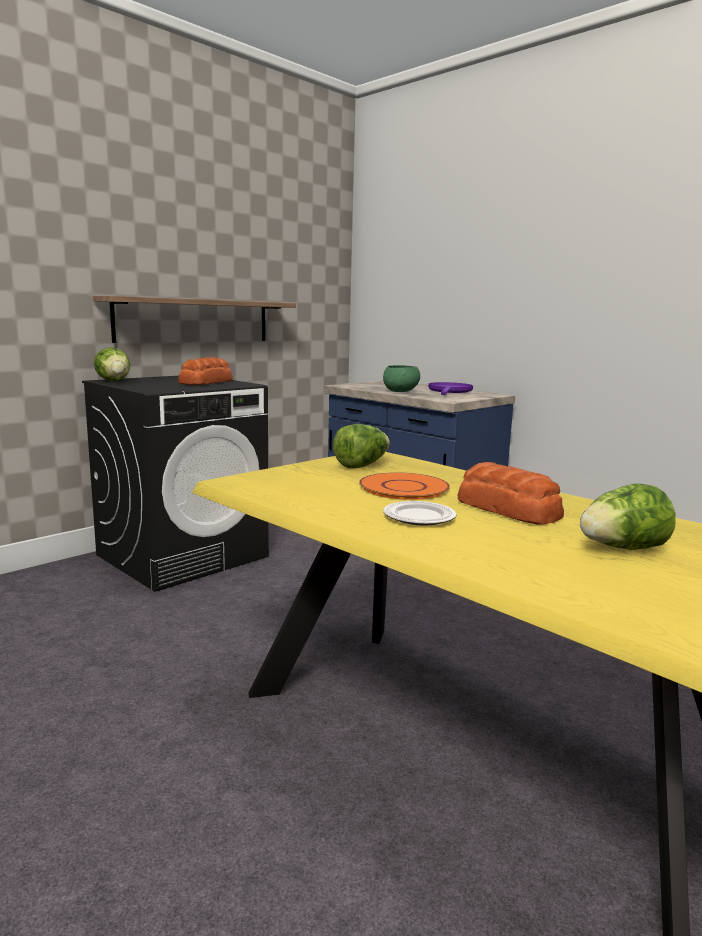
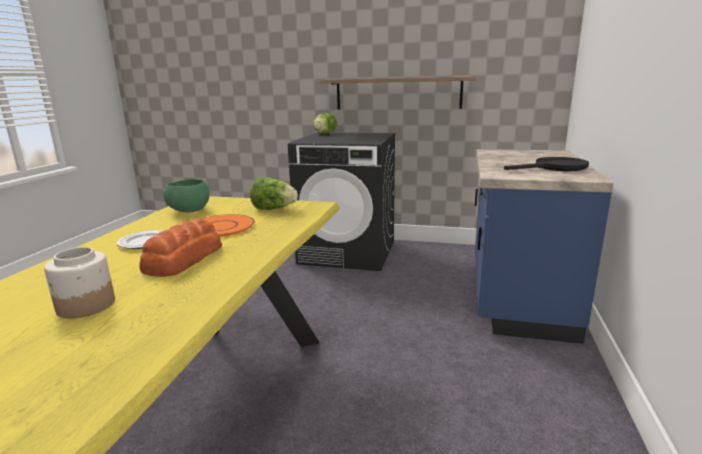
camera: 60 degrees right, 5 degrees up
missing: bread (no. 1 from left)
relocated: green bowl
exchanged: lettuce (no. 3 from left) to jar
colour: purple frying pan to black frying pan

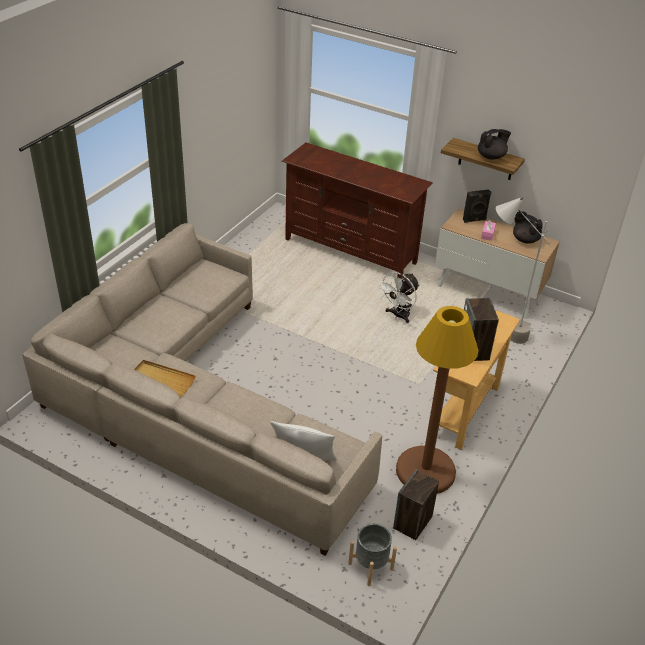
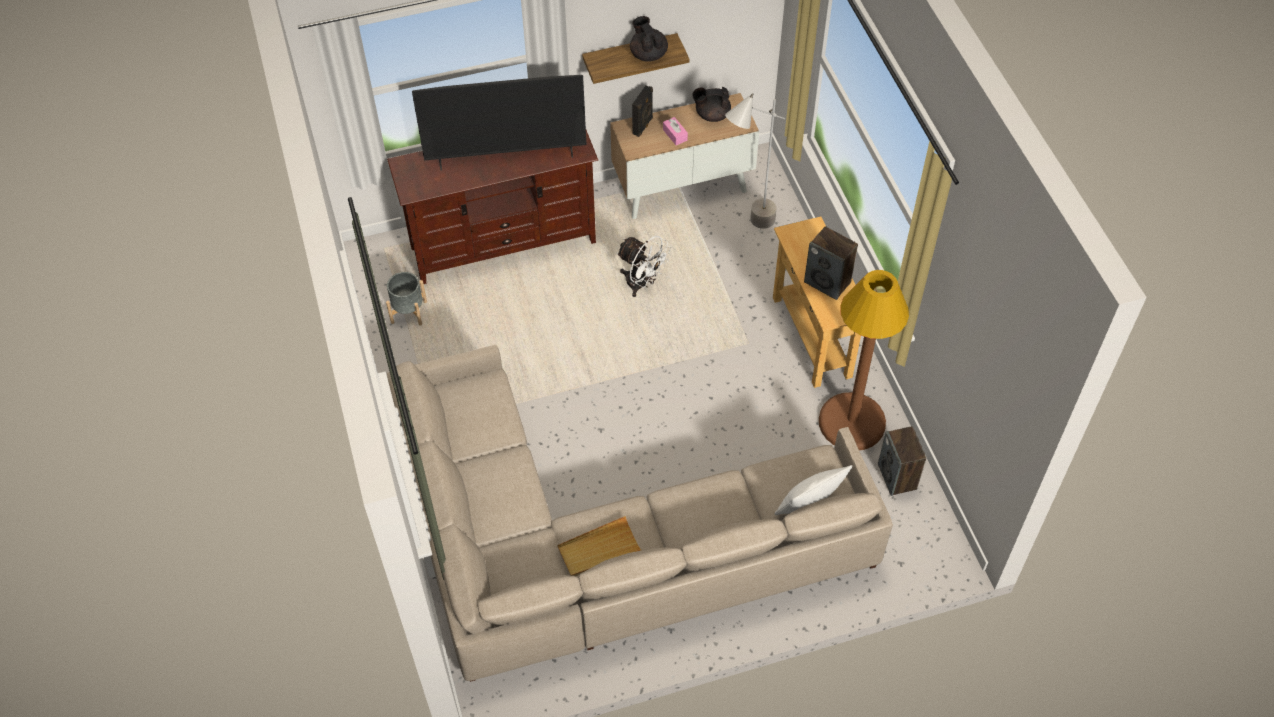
camera: 45 degrees left, 15 degrees up
appeared: television
relocated: grey planter
spun: white fan 45 degrees counterclockwise; black teapot (no. 1 from left) 45 degrees counterclockwise

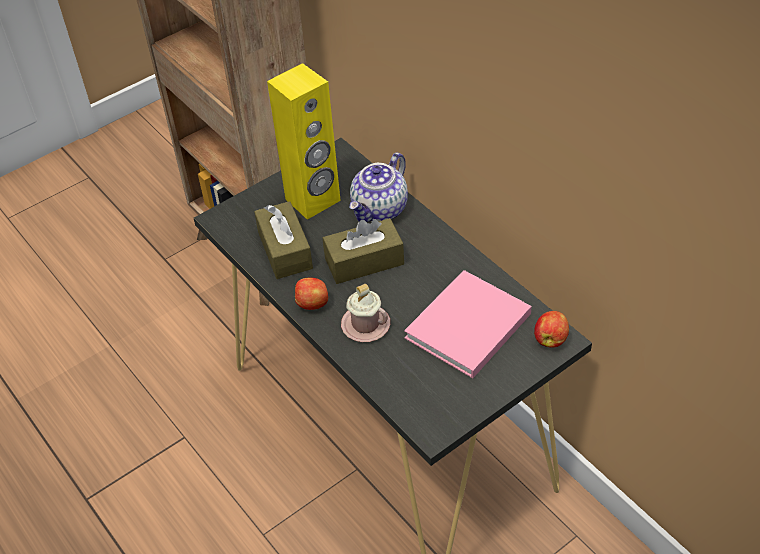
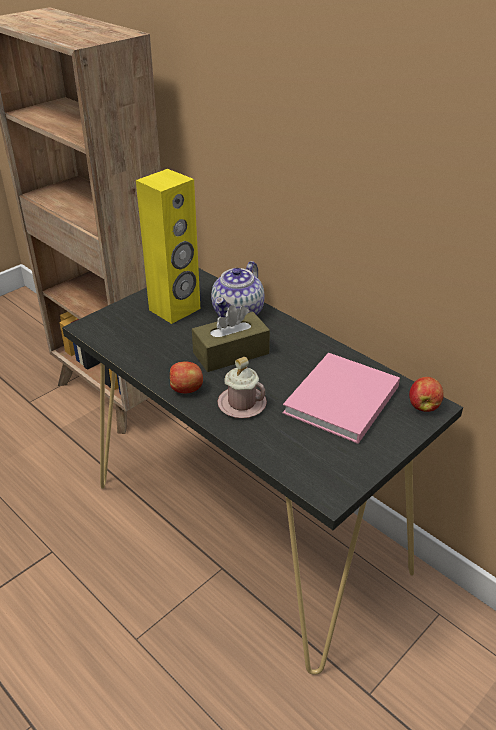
camera: 10 degrees left, 10 degrees down
missing: brown tissue box (no. 1 from left)

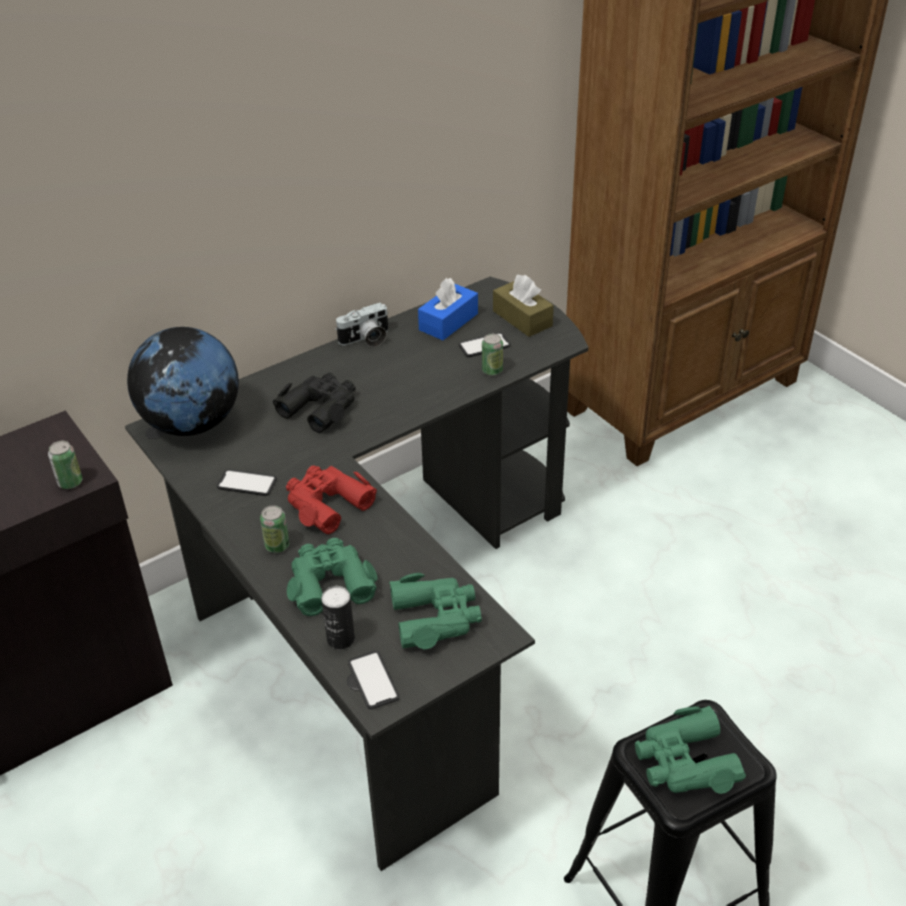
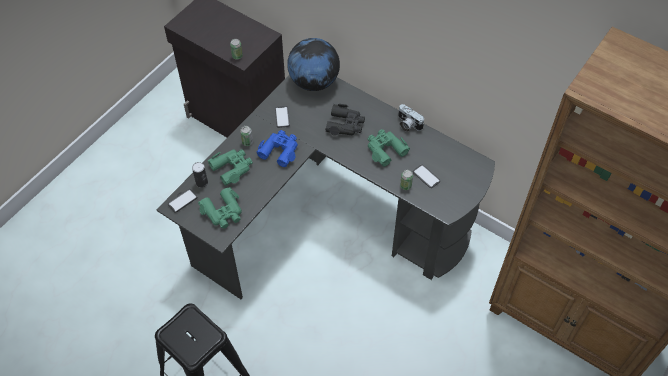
camera: 70 degrees right, 15 degrees up
missing: blue tissue box; brown tissue box
relocated: green binoculars (no. 3 from left)
colour: red binoculars to blue binoculars

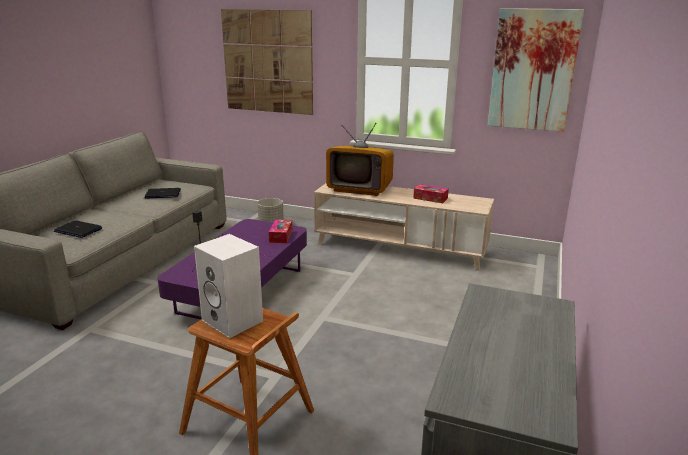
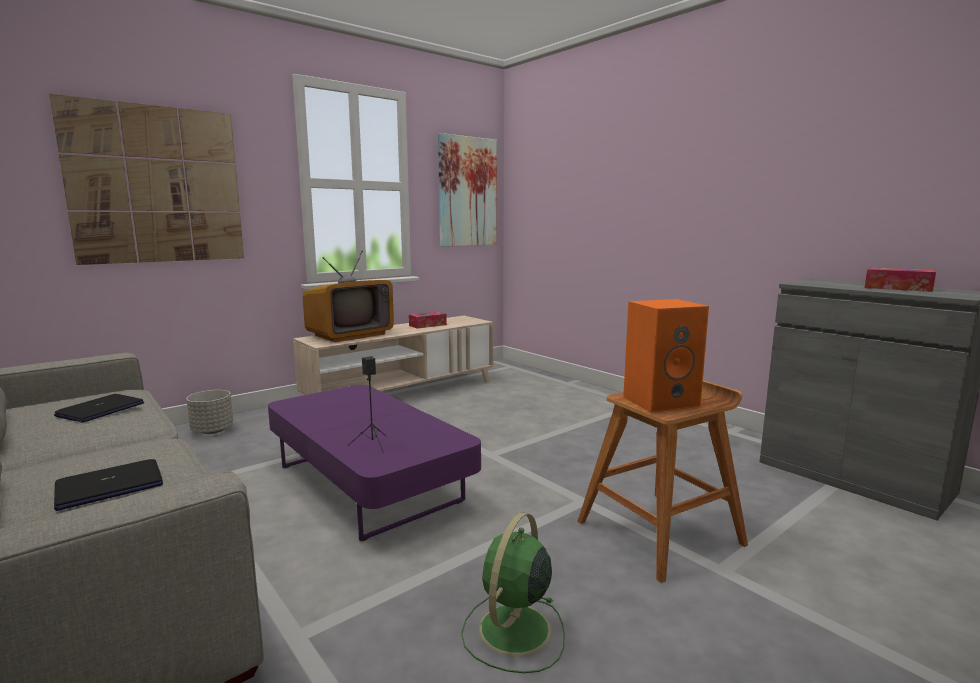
camera: 60 degrees left, 10 degrees down
appeared: green fan
relocated: tissue box (no. 1 from left in the first image) to tissue box (no. 2 from left)
colour: white speaker to orange speaker

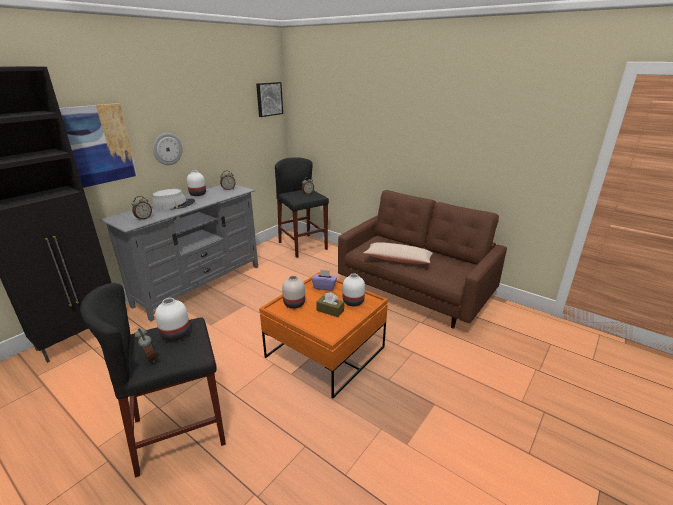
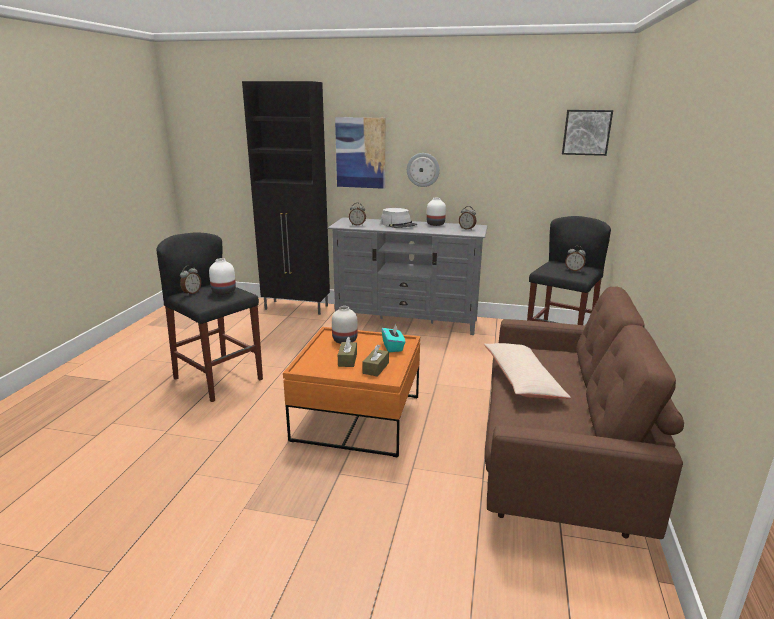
camera: 65 degrees right, 5 degrees down
exchanged: white vase (no. 4 from left) to brown tissue box (no. 2 from left)
colour: purple tissue box to turquoise tissue box

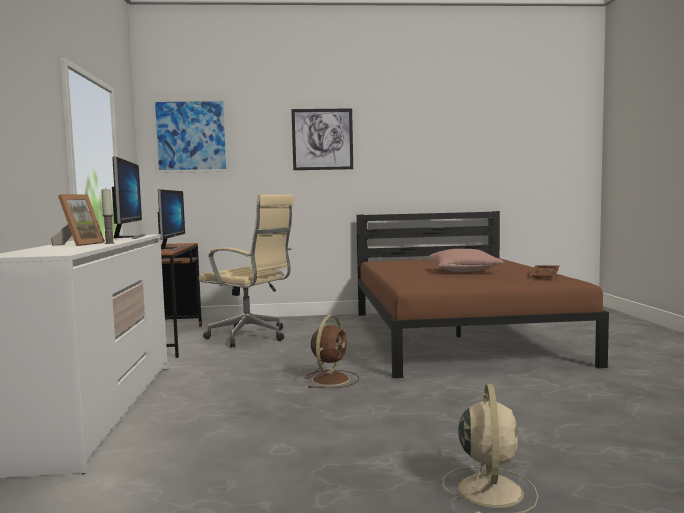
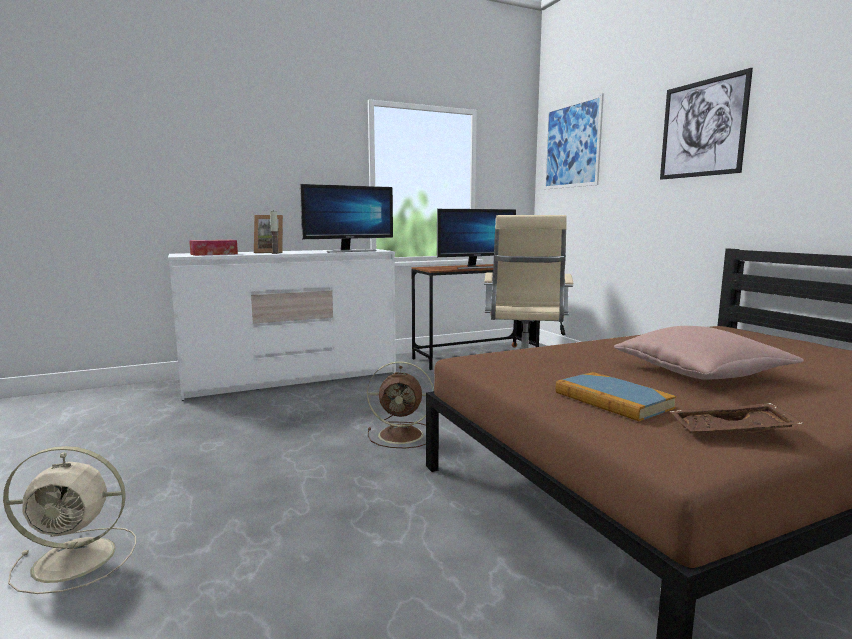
camera: 70 degrees right, 5 degrees up
appeared: tissue box; book

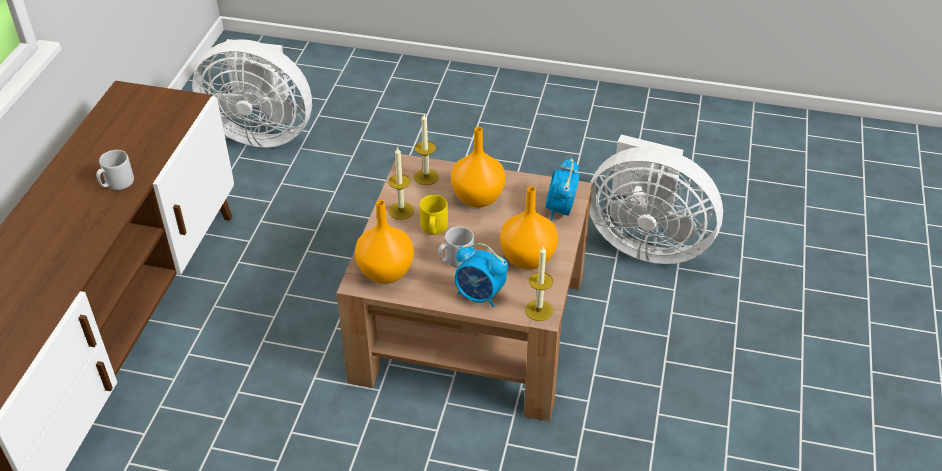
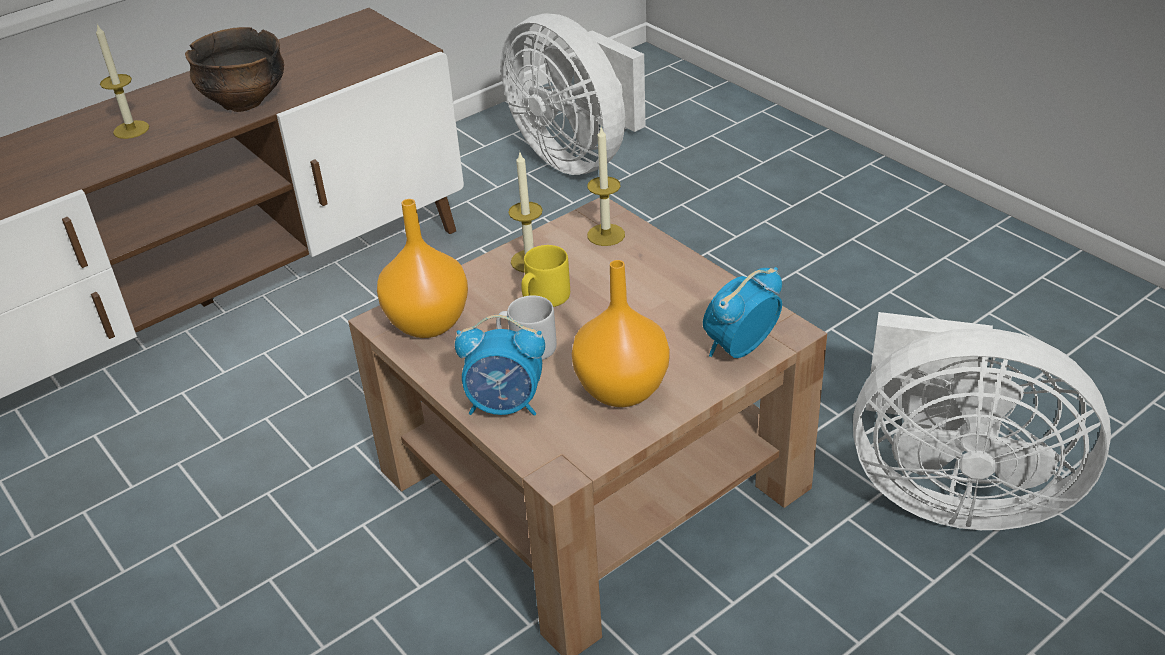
camera: 40 degrees right, 5 degrees down
missing: orange vase (no. 2 from left)
relocated: candle (no. 3 from left in the first image) to candle (no. 1 from left)
exchanged: grey mug (no. 1 from left) to bowl
spun: alarm clock (no. 1 from left) 60 degrees counterclockwise; white fan (no. 2 from left) 45 degrees counterclockwise

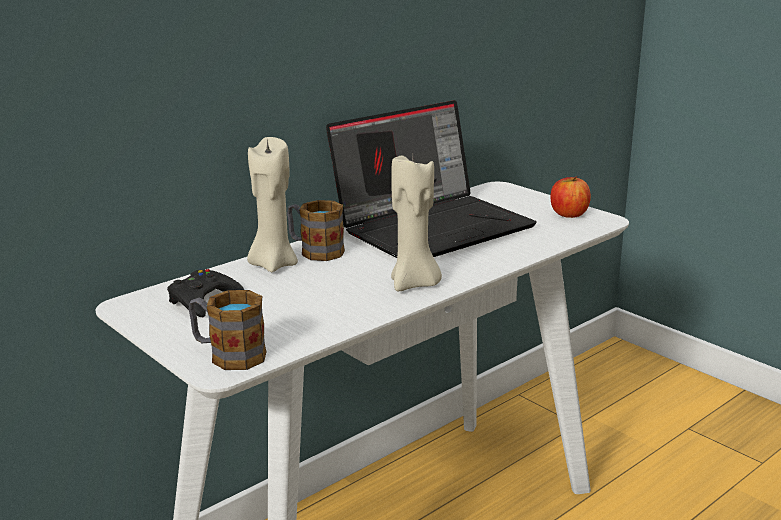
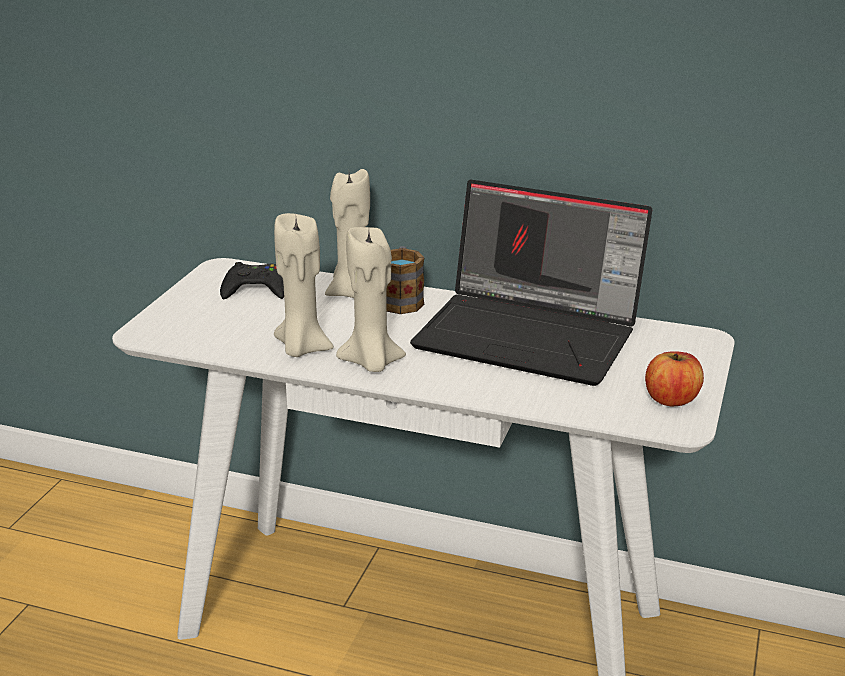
camera: 60 degrees right, 5 degrees up
missing: mug (no. 1 from left)
appeared: beige candle (no. 1 from left)

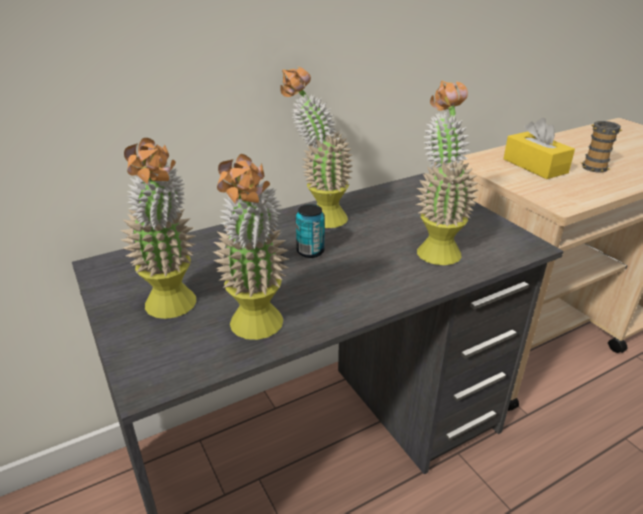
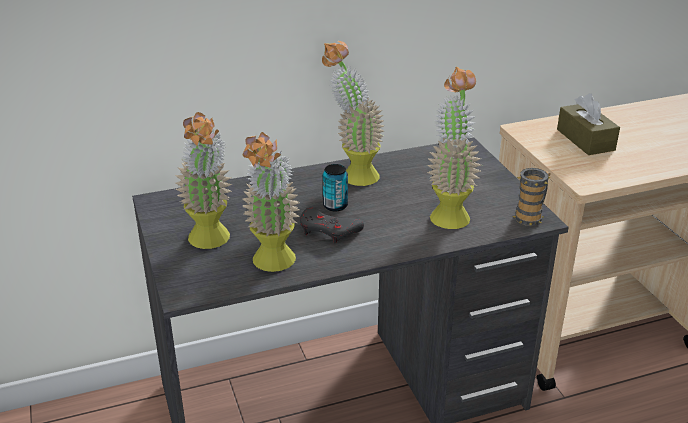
camera: 10 degrees right, 0 degrees up
appeared: grey game controller
relocated: mug
colour: yellow tissue box to brown tissue box

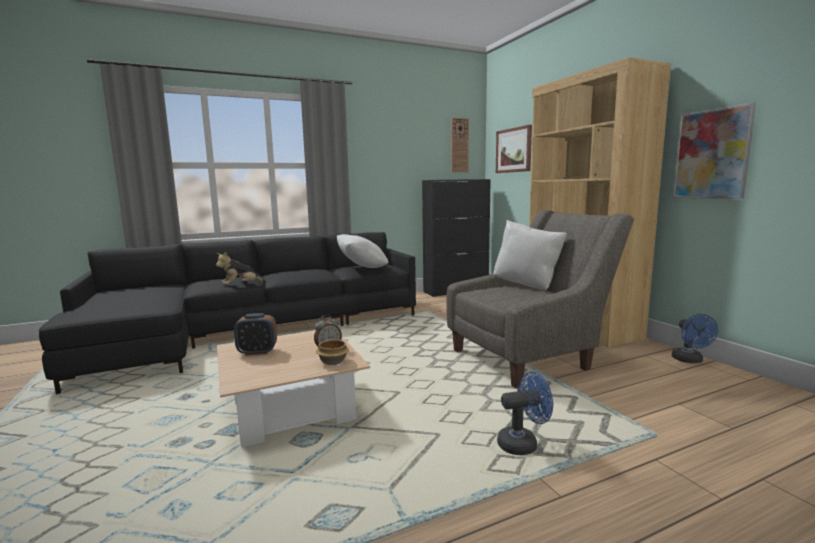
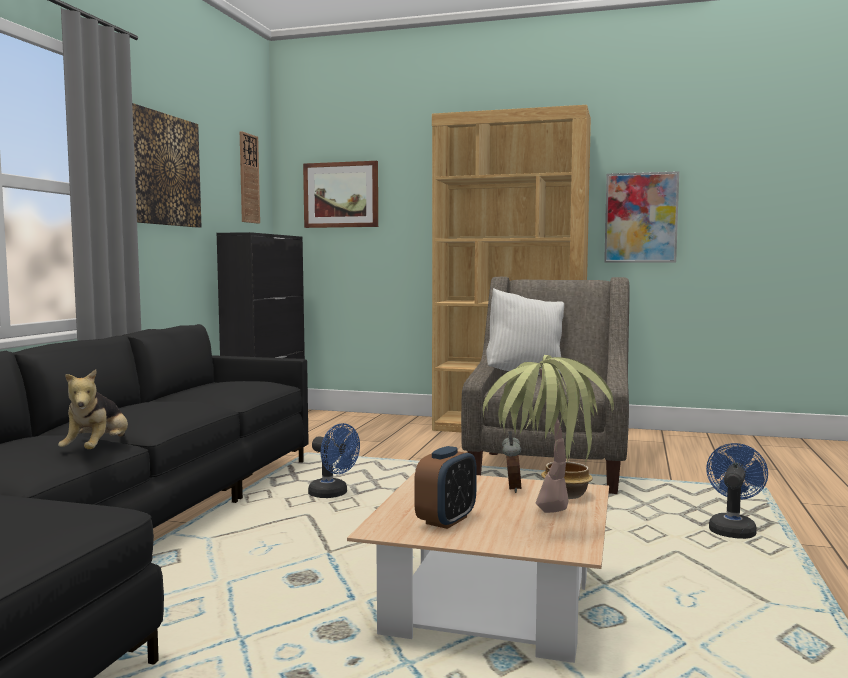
camera: 50 degrees left, 5 degrees down
missing: white pillow (no. 1 from left)
appeared: picture (no. 1 from left); potted plant
relocated: blue fan (no. 2 from left in the first image) to blue fan (no. 1 from left)

